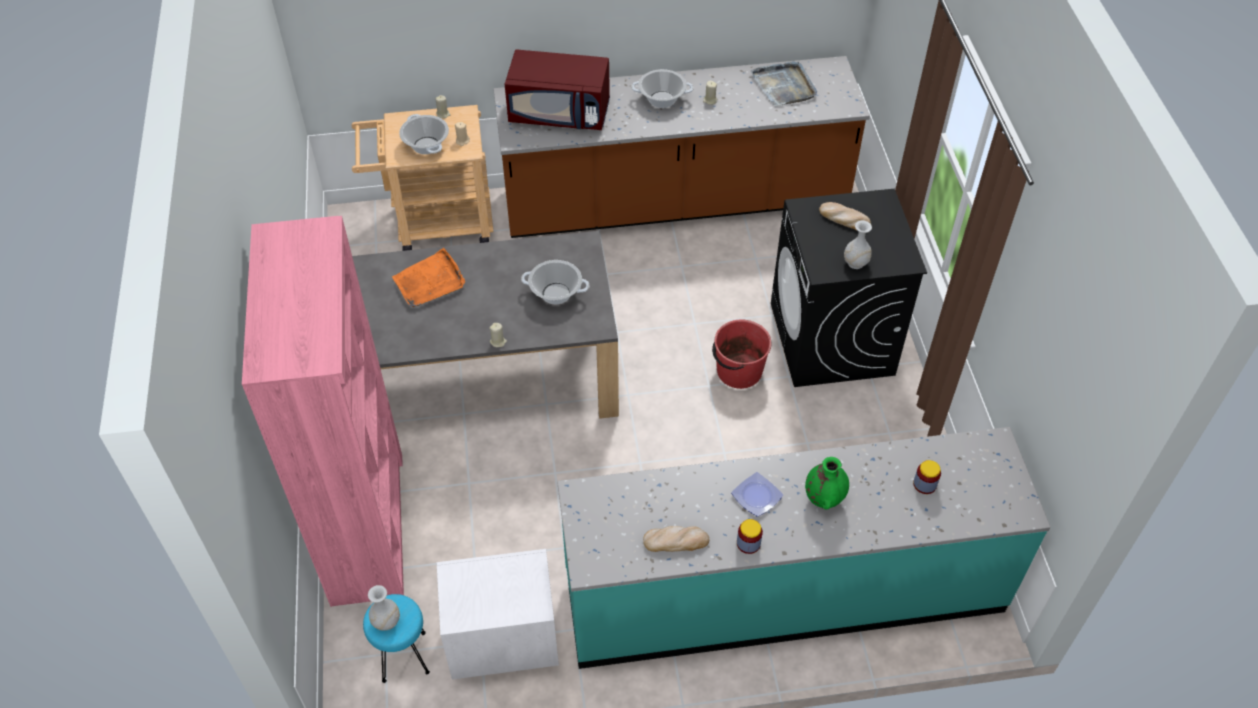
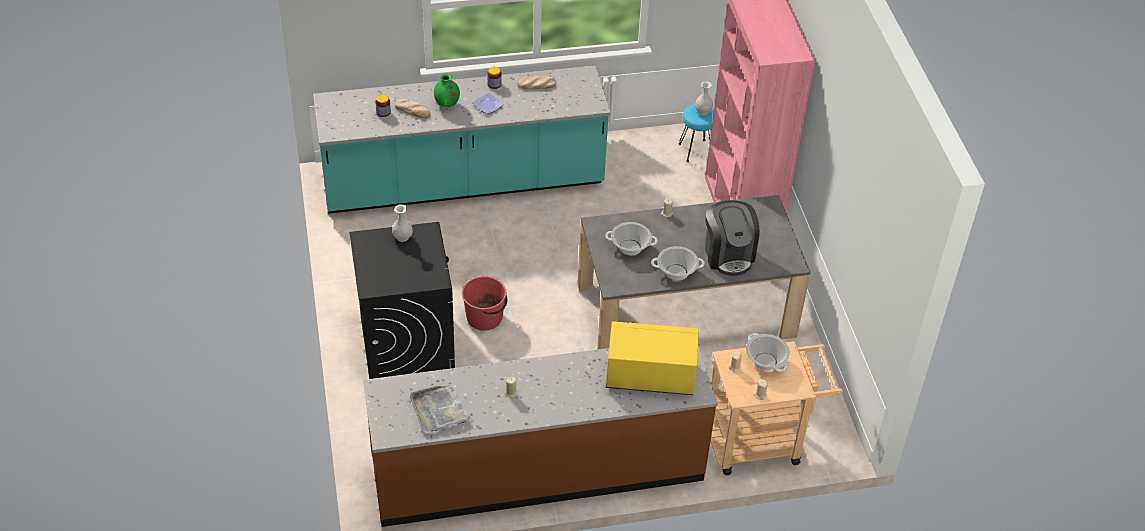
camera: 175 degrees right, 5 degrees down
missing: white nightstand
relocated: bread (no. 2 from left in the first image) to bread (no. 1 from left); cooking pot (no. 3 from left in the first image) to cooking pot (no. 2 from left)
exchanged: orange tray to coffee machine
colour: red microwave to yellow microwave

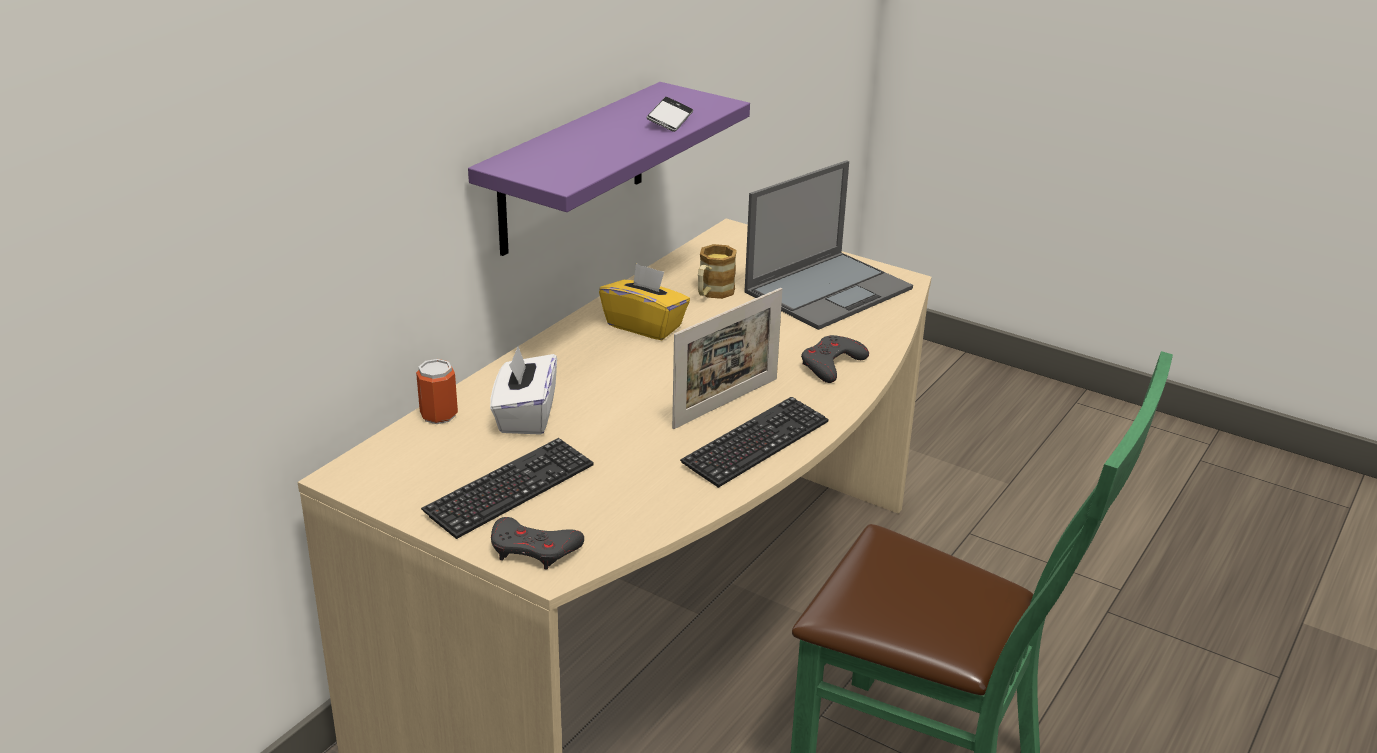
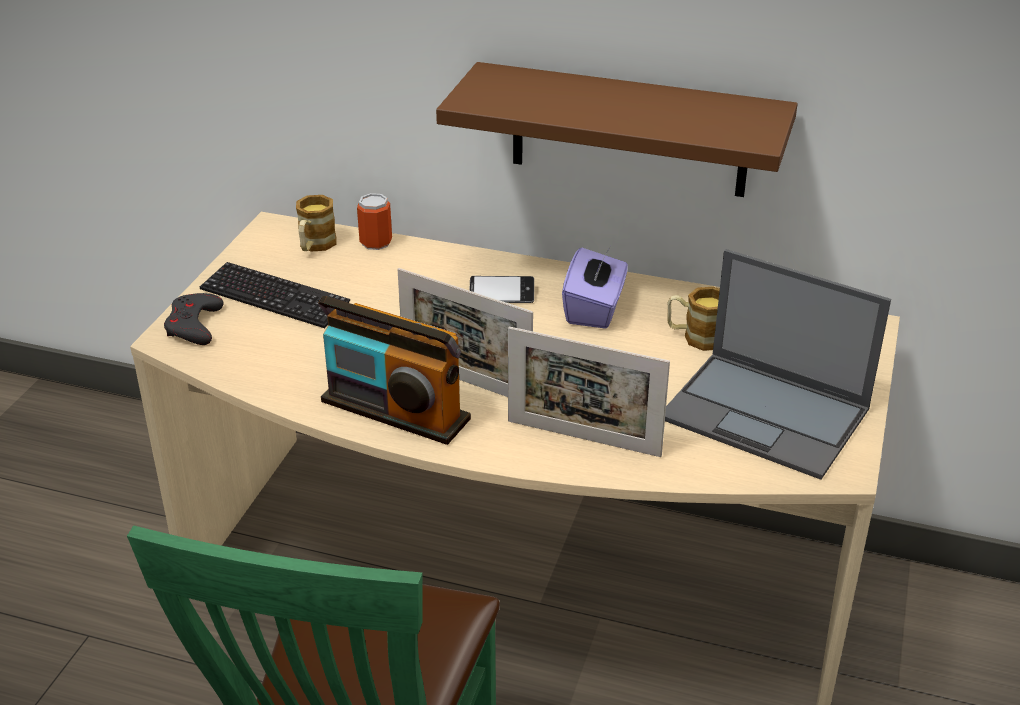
camera: 75 degrees right, 5 degrees up
missing: white tissue box
appeared: mug (no. 1 from left)
relocated: phone
exchanged: keyboard (no. 2 from left) to radio; grey game controller (no. 2 from left) to picture frame (no. 2 from left)
colour: purple shelf to brown shelf; yellow tissue box to purple tissue box

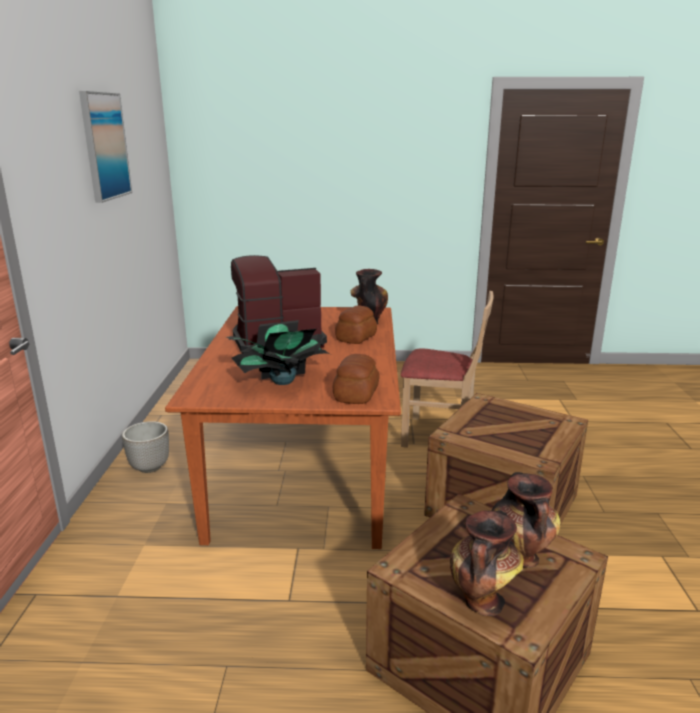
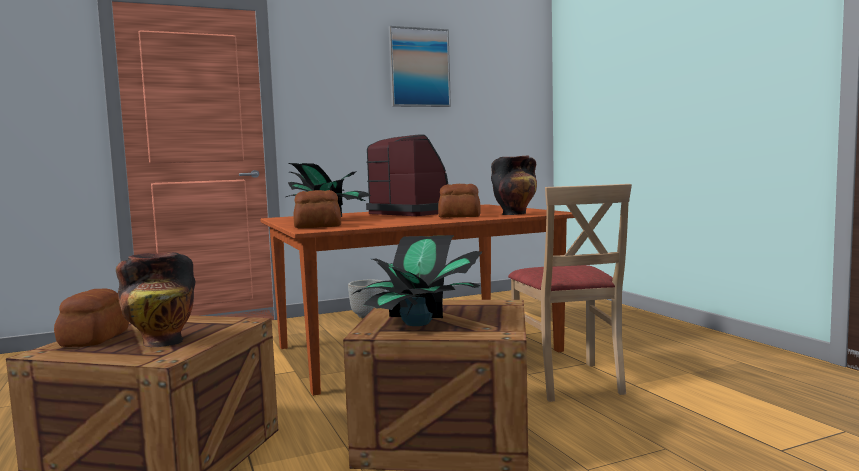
camera: 65 degrees right, 15 degrees down
appeared: potted plant (no. 2 from left)
exchanged: vase (no. 2 from left) to bread (no. 1 from left)

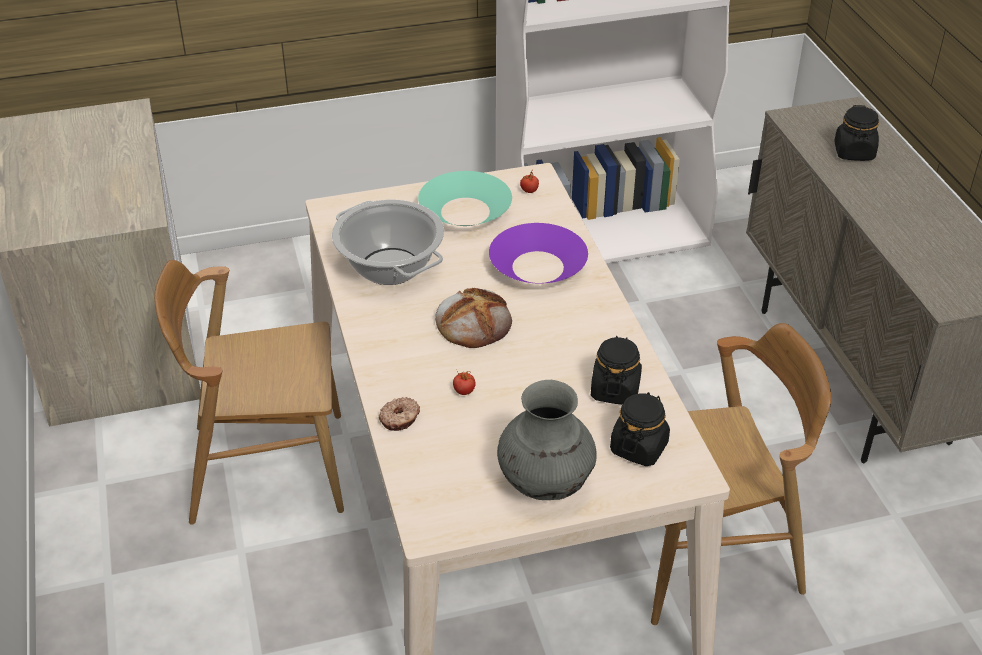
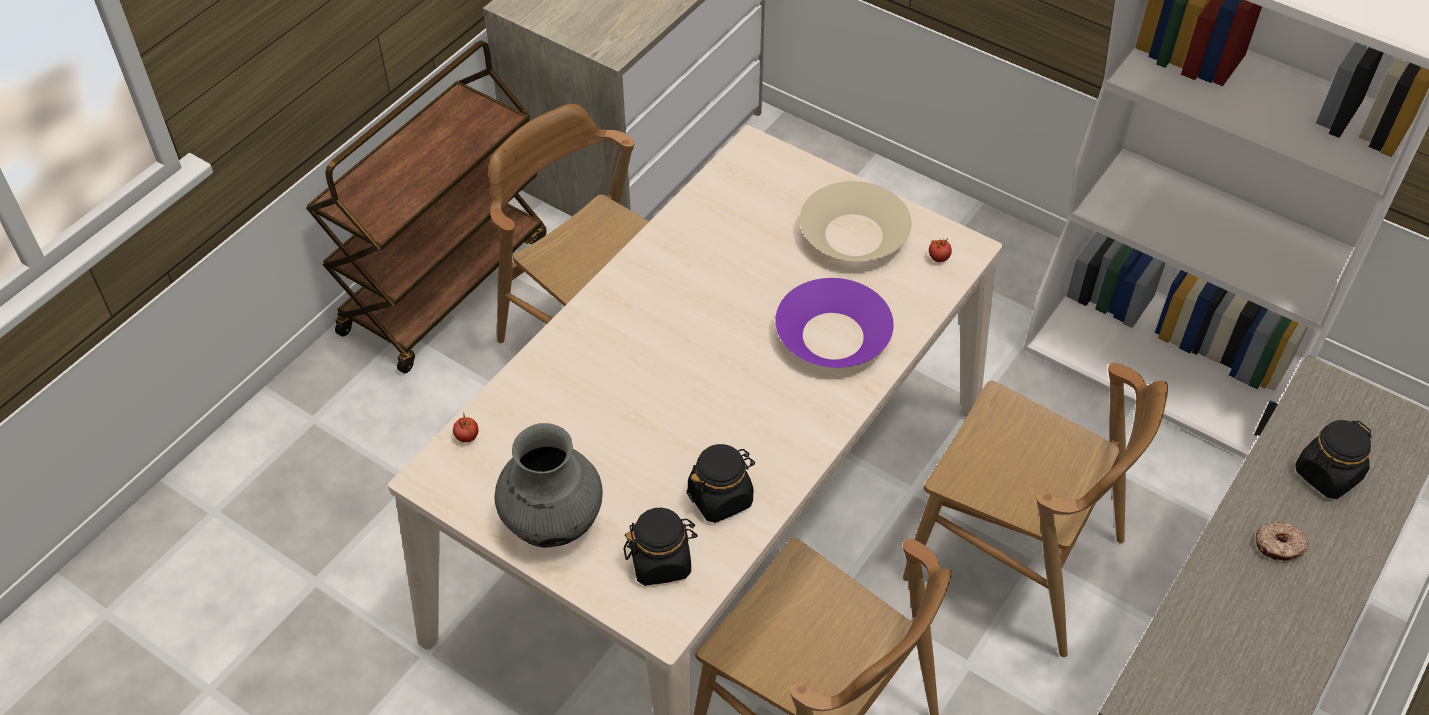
camera: 50 degrees right, 10 degrees up
missing: cooking pot; bread
appeared: brown cart; brown chair (no. 3 from left)
relocated: tomato (no. 1 from left); donut
colour: turquoise bowl to beige bowl

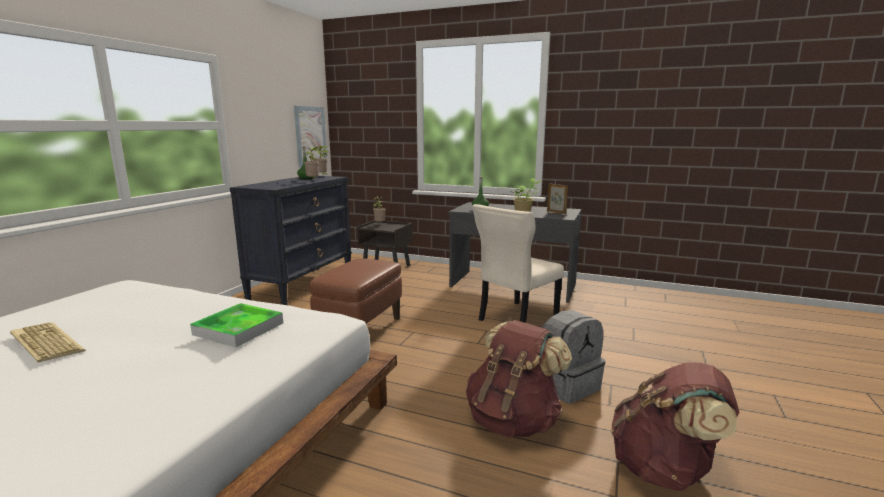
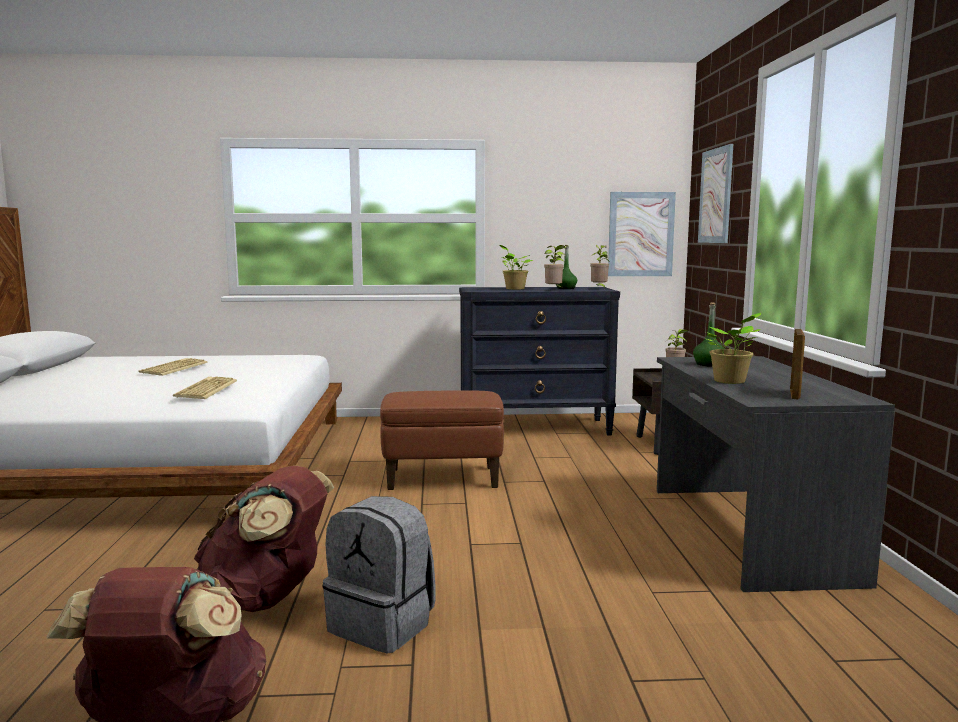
camera: 65 degrees right, 5 degrees down
missing: beige chair
appeared: potted plant (no. 1 from left); picture (no. 2 from left)
exchanged: tray to keyboard (no. 2 from left)

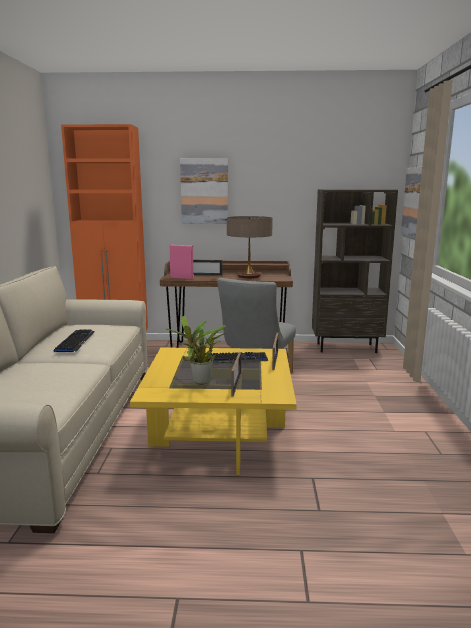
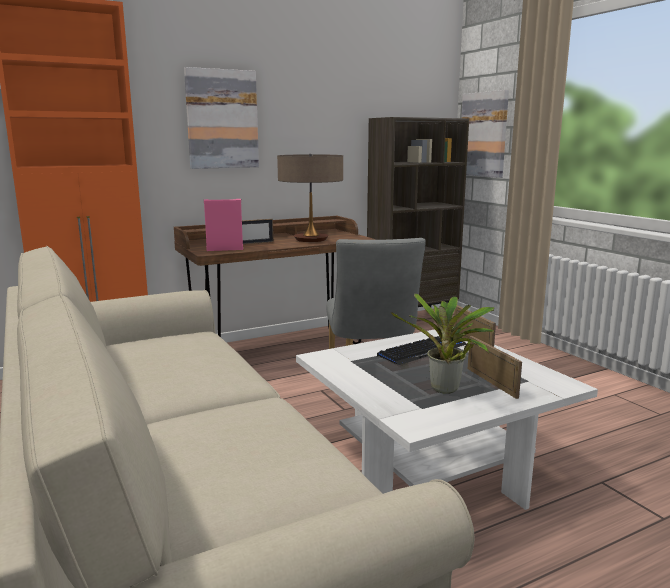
camera: 30 degrees left, 0 degrees up
missing: keyboard (no. 1 from left)
colour: yellow coffee table to white coffee table

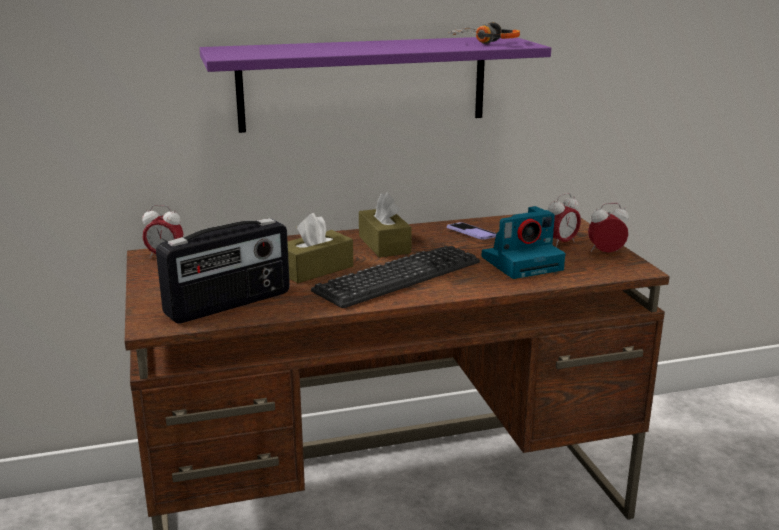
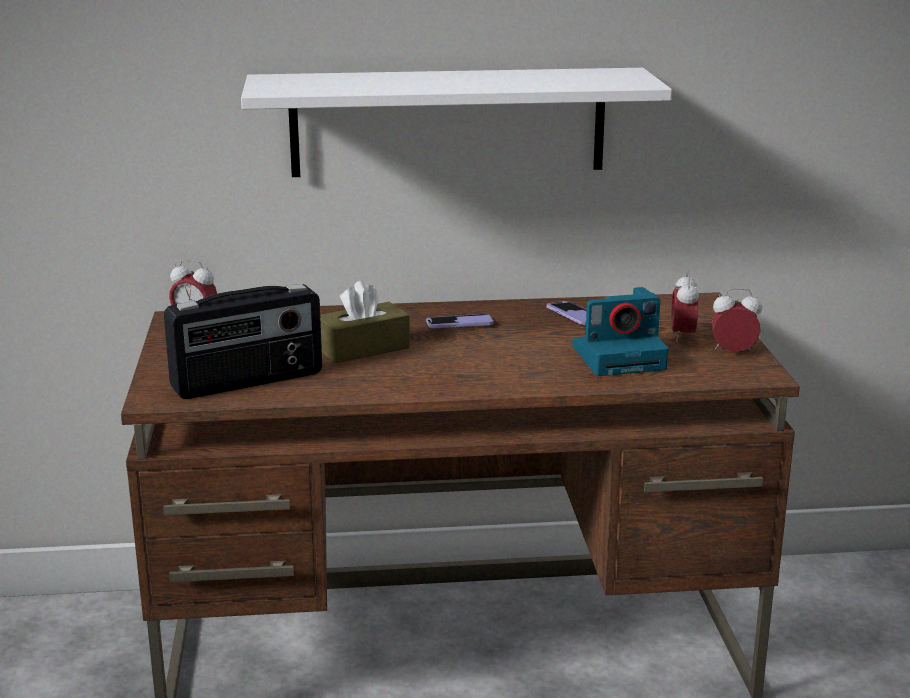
camera: 10 degrees right, 0 degrees up
missing: keyboard; headphones
exchanged: brown tissue box (no. 2 from left) to phone (no. 1 from left)
colour: purple shelf to white shelf
spun: alarm clock (no. 2 from left) 120 degrees clockwise

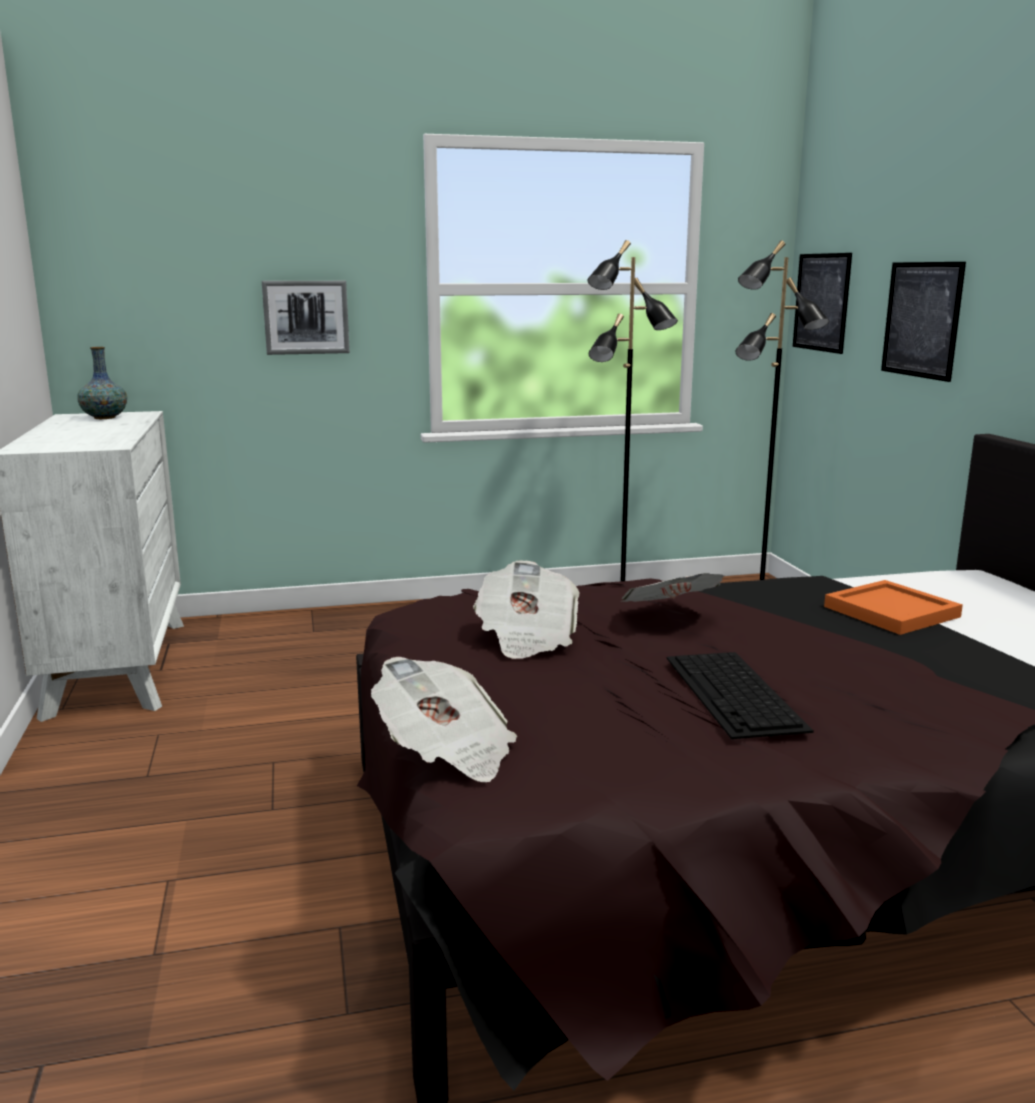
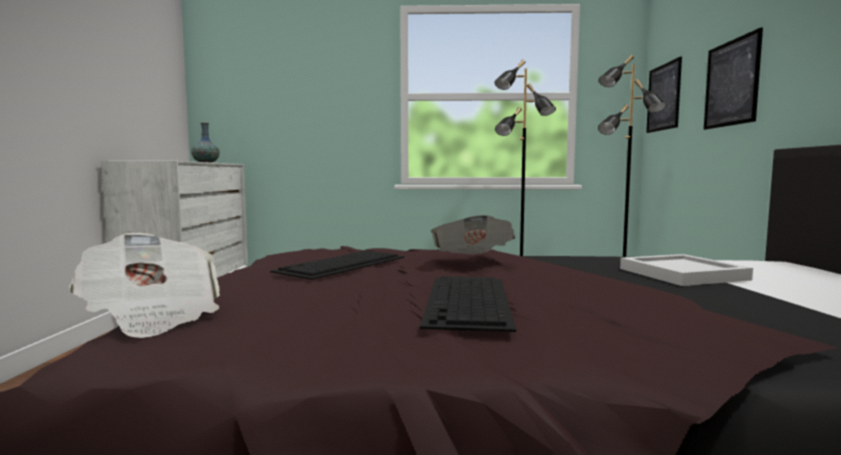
camera: 15 degrees right, 10 degrees down
missing: picture (no. 1 from left)
exchanged: newspaper (no. 2 from left) to keyboard (no. 1 from left)
colour: orange tray to white tray

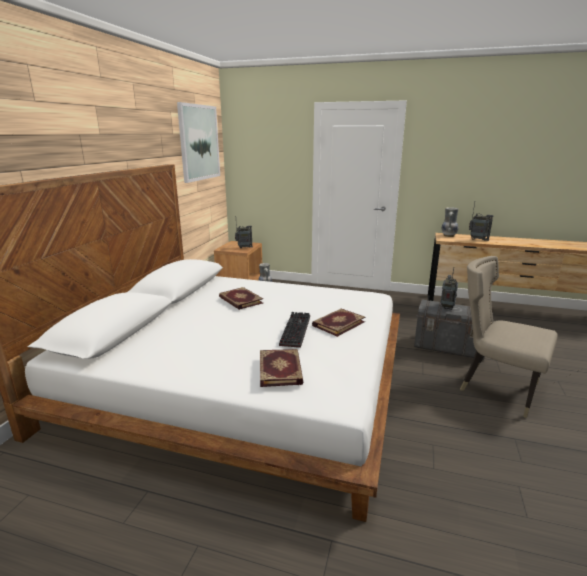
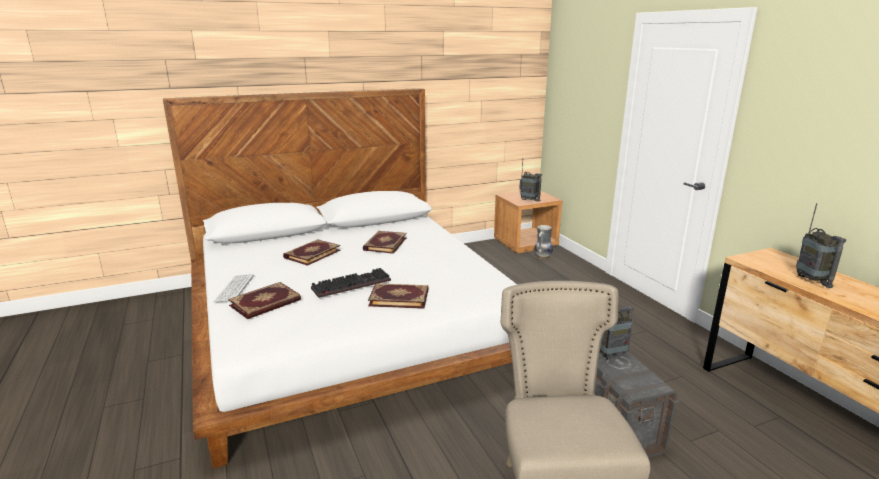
camera: 50 degrees right, 0 degrees up
missing: picture; vase (no. 2 from left)
appeared: keyboard (no. 1 from left); book (no. 2 from left)

